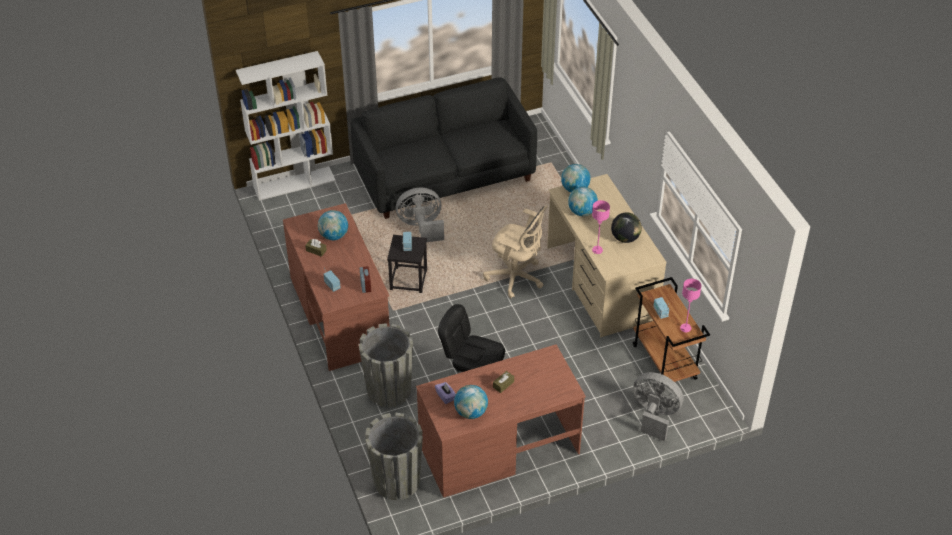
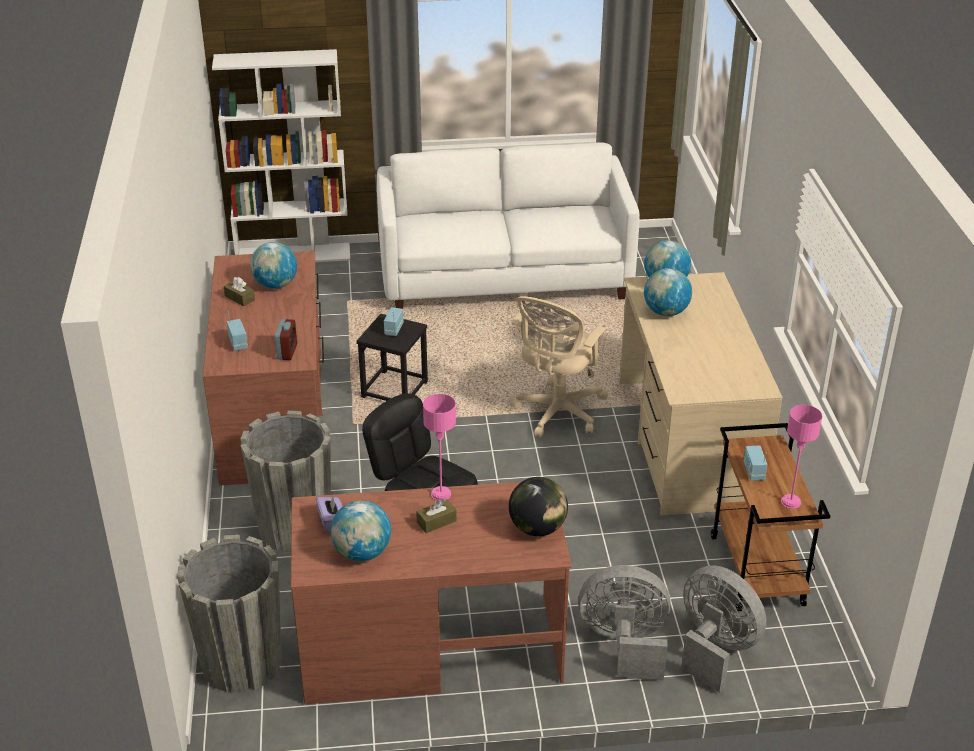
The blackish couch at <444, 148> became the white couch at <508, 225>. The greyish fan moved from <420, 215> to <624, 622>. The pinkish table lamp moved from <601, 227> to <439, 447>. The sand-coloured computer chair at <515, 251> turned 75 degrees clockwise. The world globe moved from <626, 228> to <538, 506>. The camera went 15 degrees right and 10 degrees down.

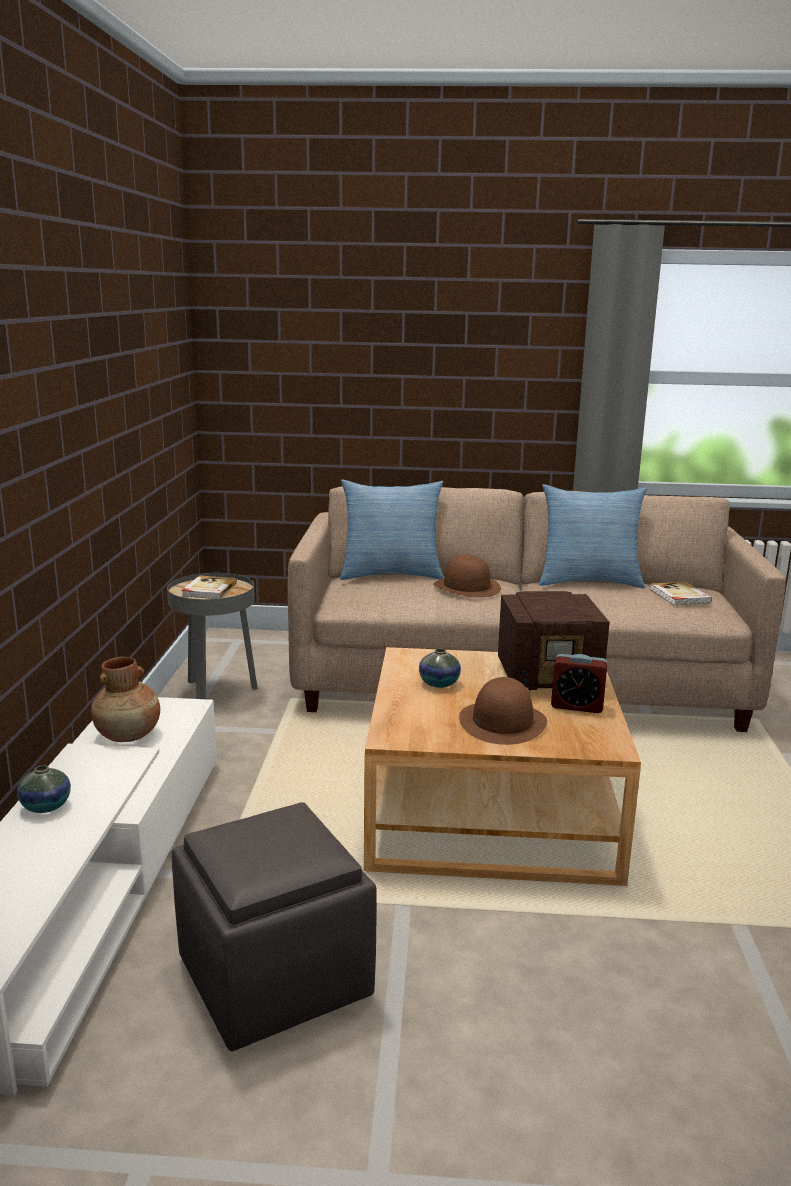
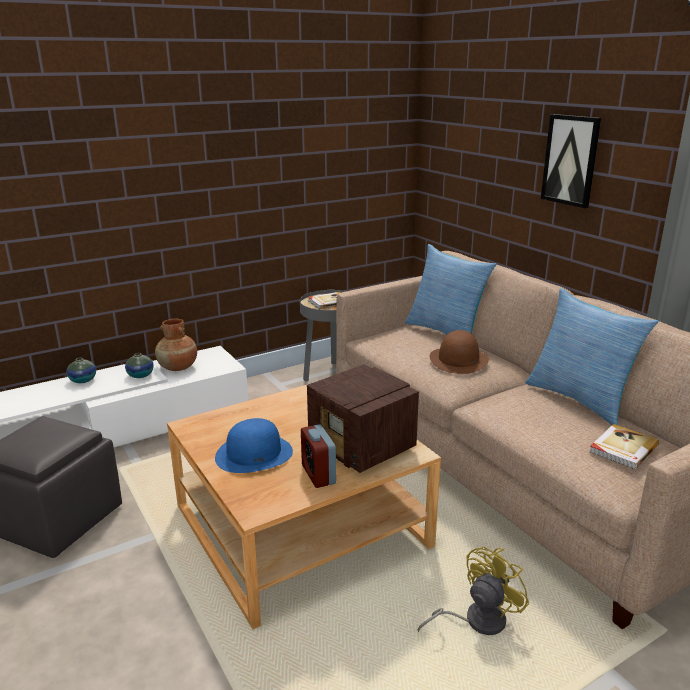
The vase moved from <440, 668> to <139, 365>. The brown wearable hat at <503, 711> became the blue-coloured wearable hat at <254, 445>. The wall picture at <571, 161> appeared. The yellow fan at <473, 591> appeared. The camera went 55 degrees right and 5 degrees up.

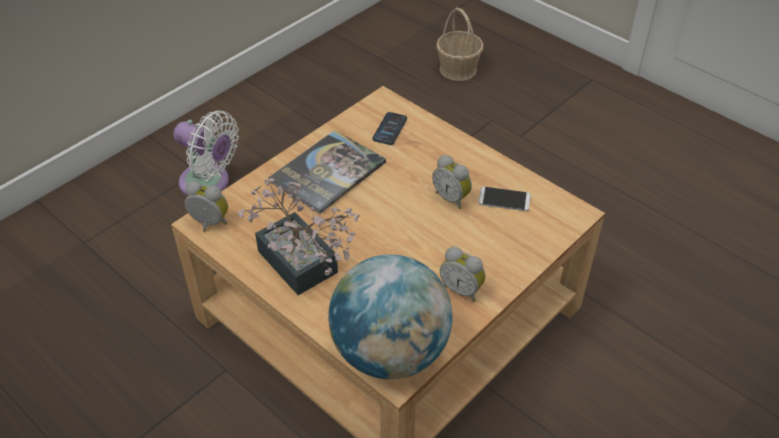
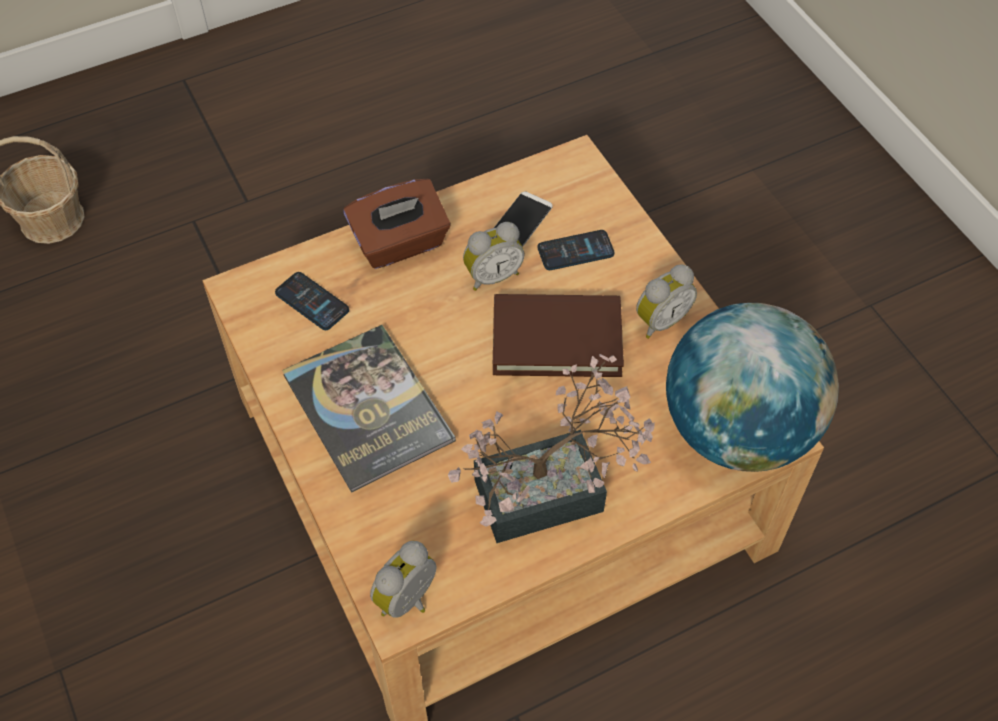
The white fan at <206, 153> disappeared. The brown tissue box at <397, 224> appeared. The phone at <576, 250> appeared. The brown bound book at <558, 335> appeared. The camera went 70 degrees left and 10 degrees up.

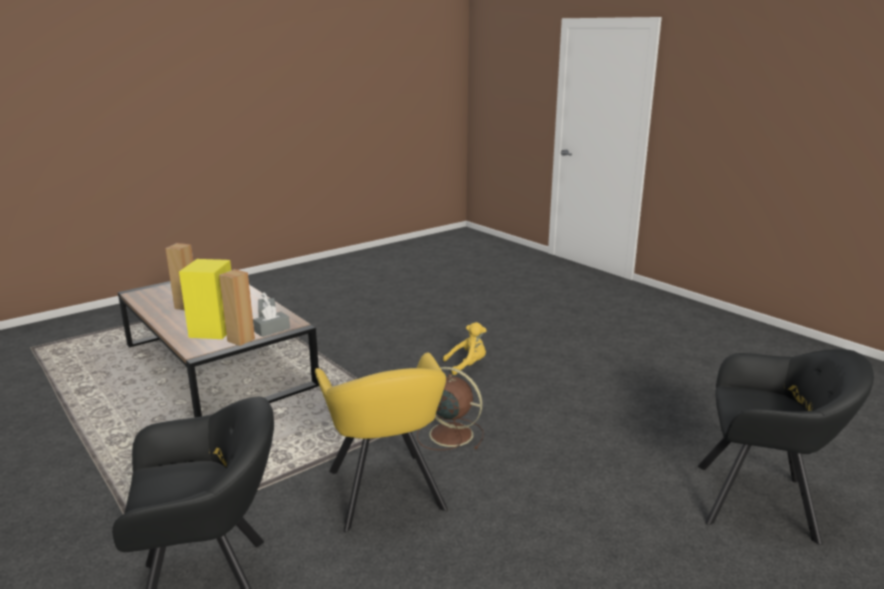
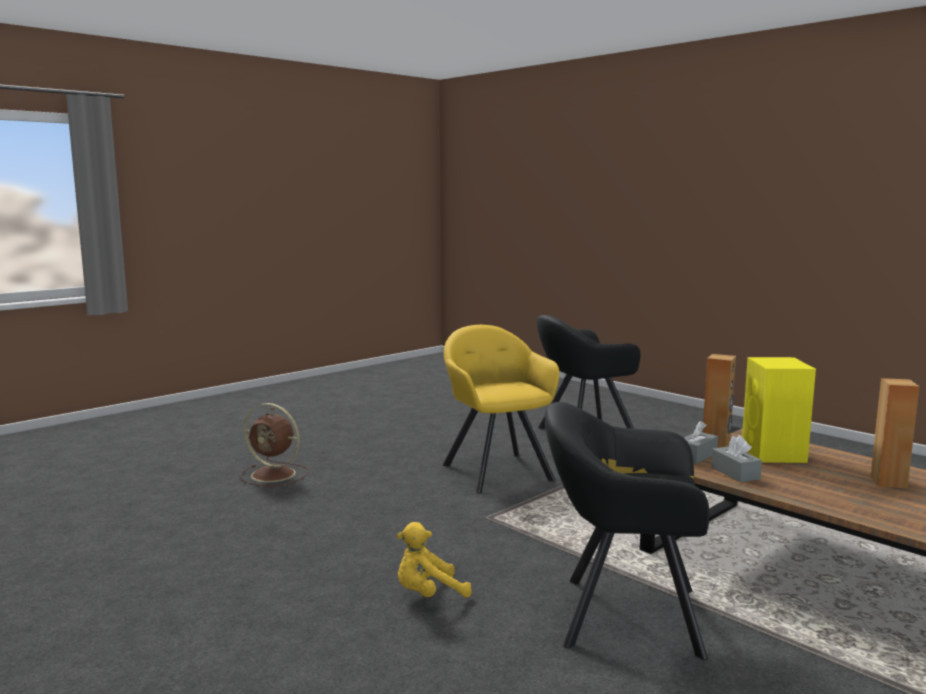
The blackish armchair moved from <786, 447> to <627, 531>. The brown fan moved from <450, 408> to <274, 445>. The camera went 175 degrees right and 10 degrees down.

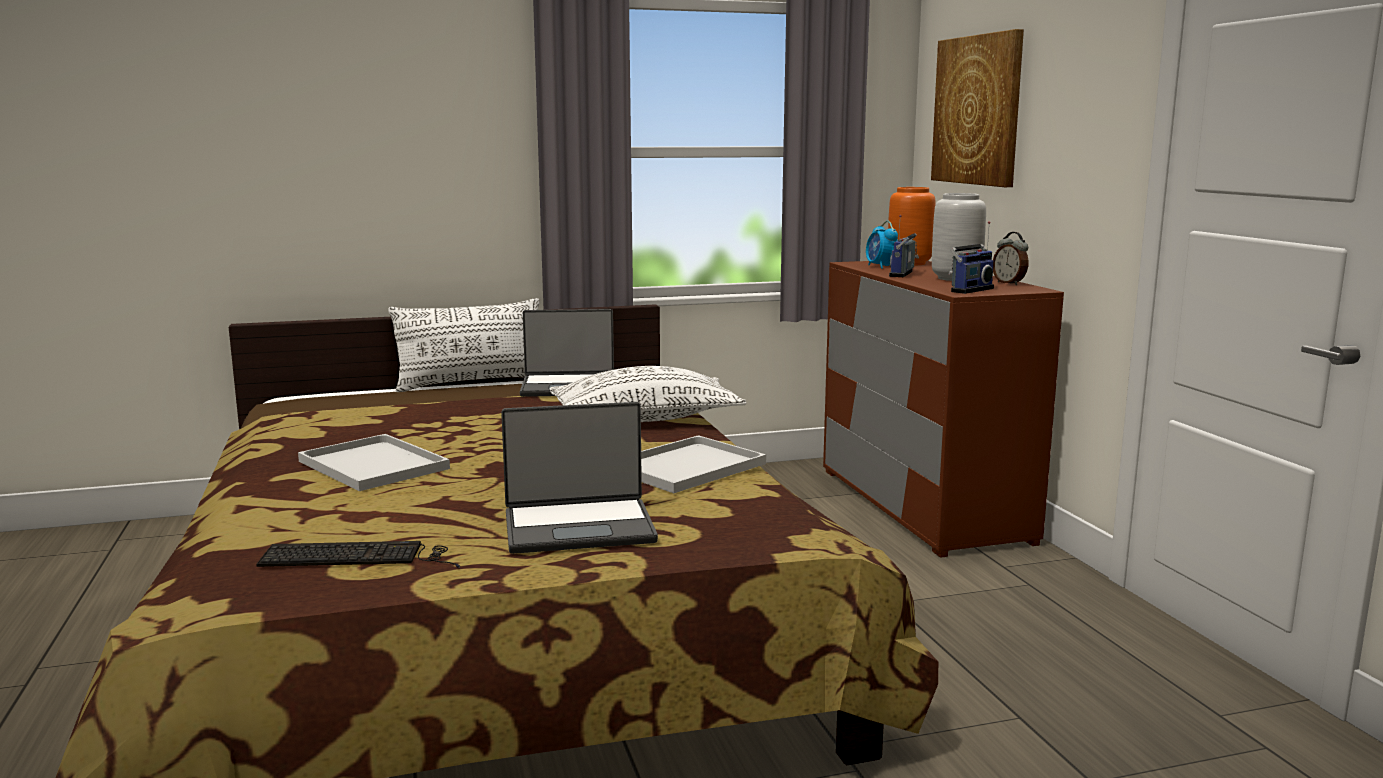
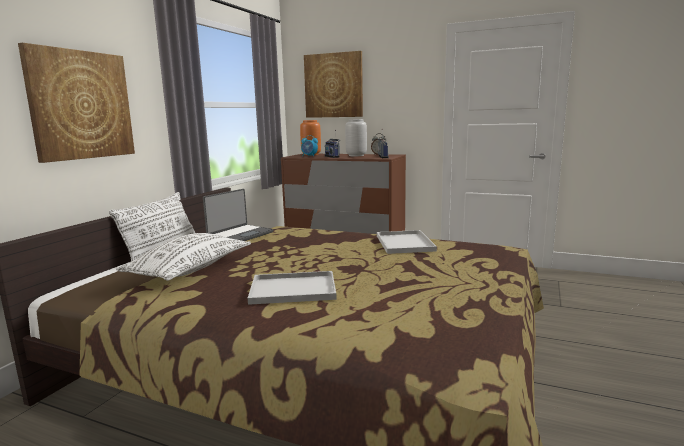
The white cushion moved from <648, 394> to <183, 257>. The laptop at <579, 478> disappeared. The computer keyboard at <358, 554> disappeared. The wall picture at <76, 103> appeared. The camera went 50 degrees left and 0 degrees up.

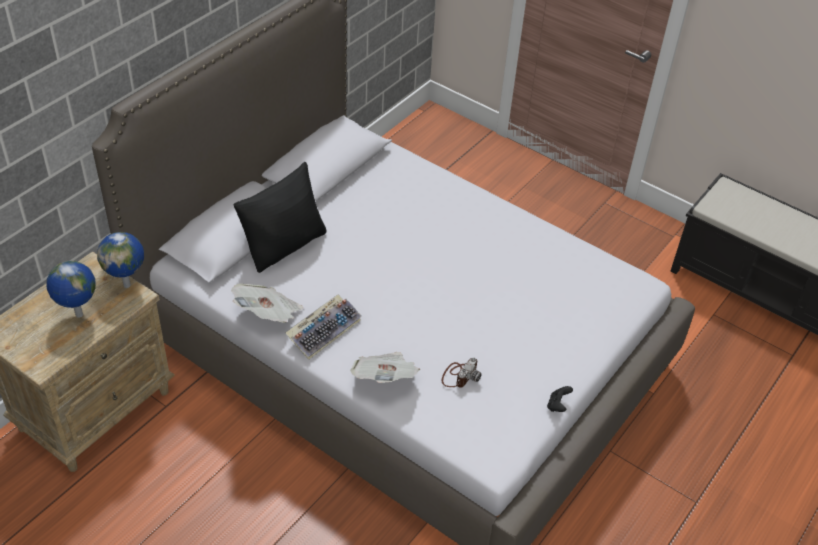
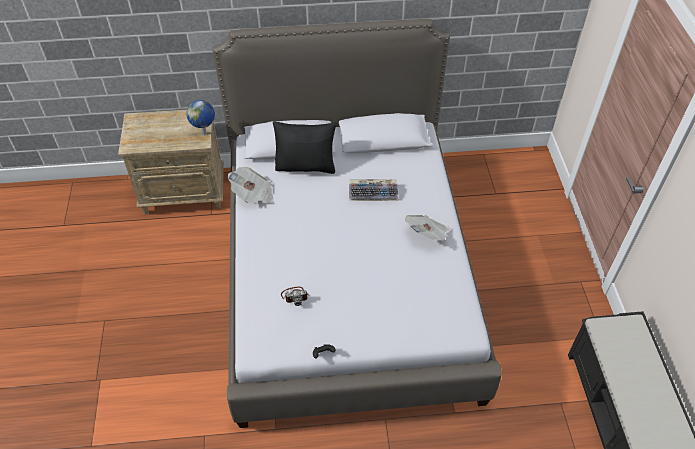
The world globe at <71, 289> disappeared. The computer keyboard moved from <323, 327> to <373, 190>. The daily paper moved from <385, 367> to <427, 228>. The camera went 50 degrees right and 5 degrees up.

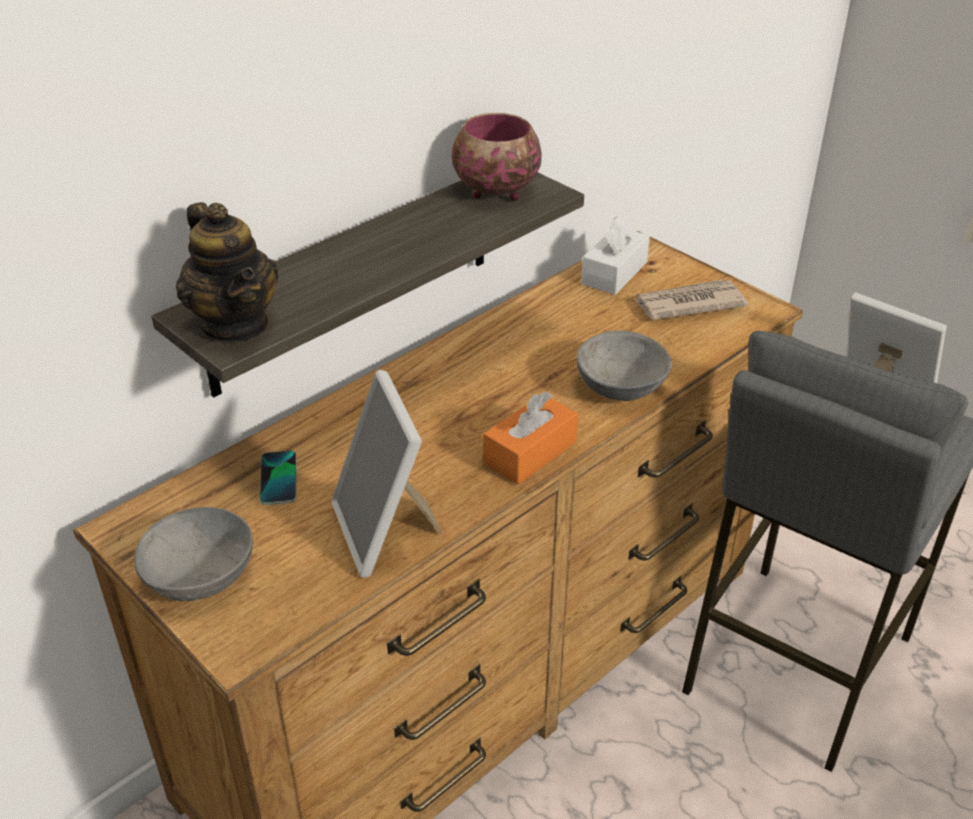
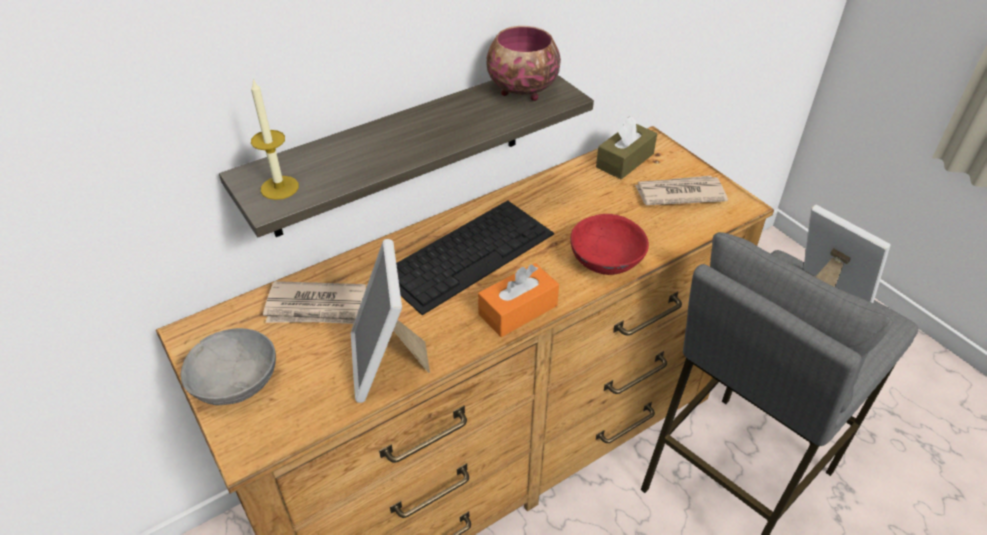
The tea pot at <227, 271> was replaced by the candle at <275, 139>. The white tissue box at <615, 256> became the brown tissue box at <626, 147>. The greyish serving bowl at <624, 365> became the red serving bowl at <609, 244>. The phone at <278, 478> was replaced by the daily paper at <314, 302>. The computer keyboard at <475, 258> appeared. The camera went 10 degrees right and 5 degrees up.

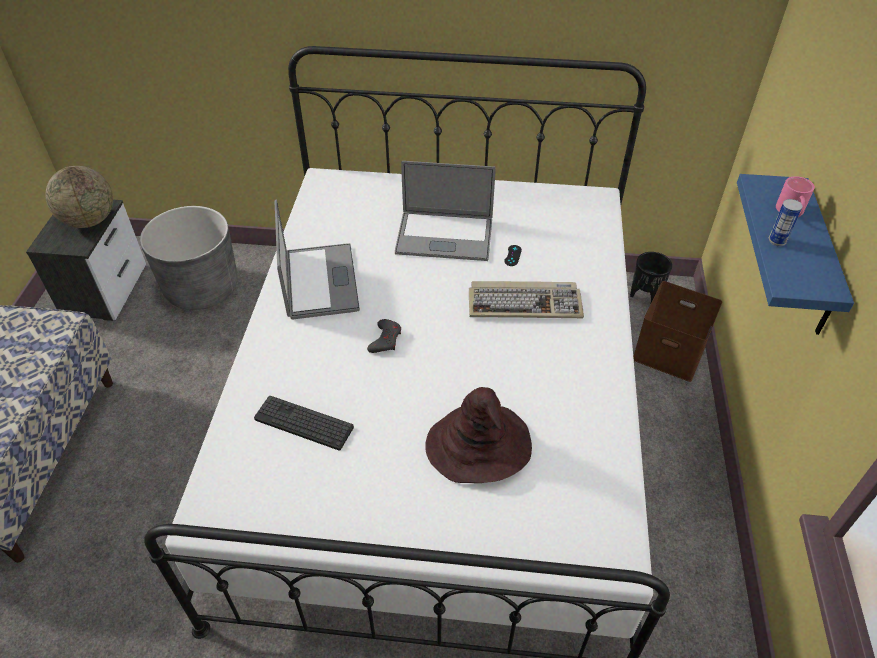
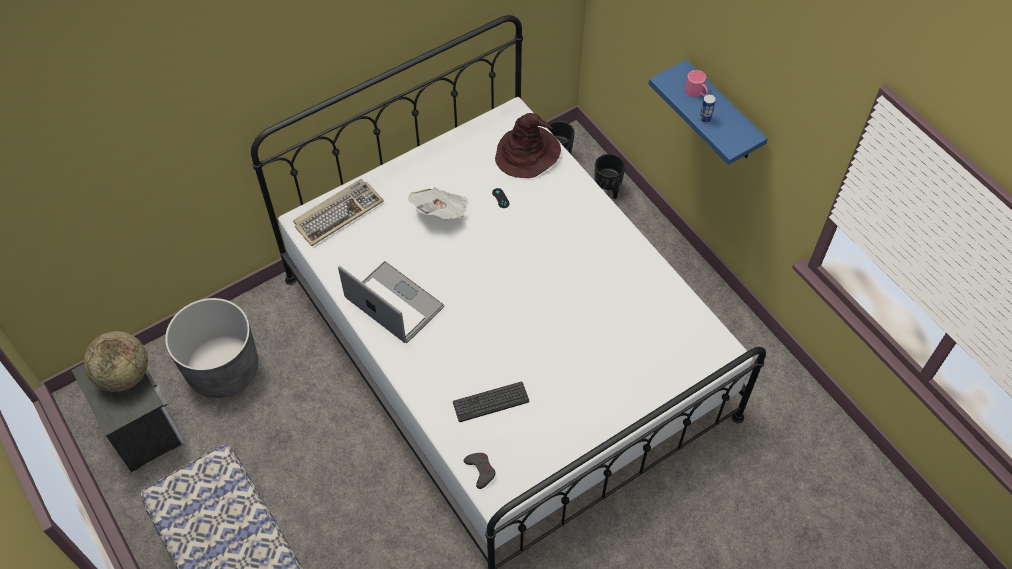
The laptop at <445, 211> was replaced by the daily paper at <438, 203>. The computer keyboard moved from <526, 299> to <338, 212>. The brown storage box at <677, 331> was replaced by the blackish flower pot at <609, 176>. The greyish gamepad moved from <384, 336> to <480, 471>. The brown wearable hat moved from <478, 435> to <528, 145>. The camera went 40 degrees left and 10 degrees up.

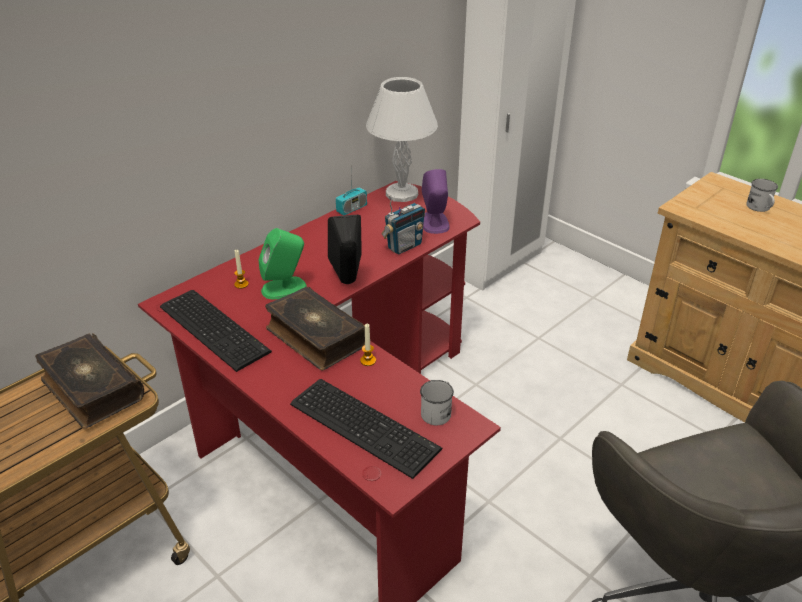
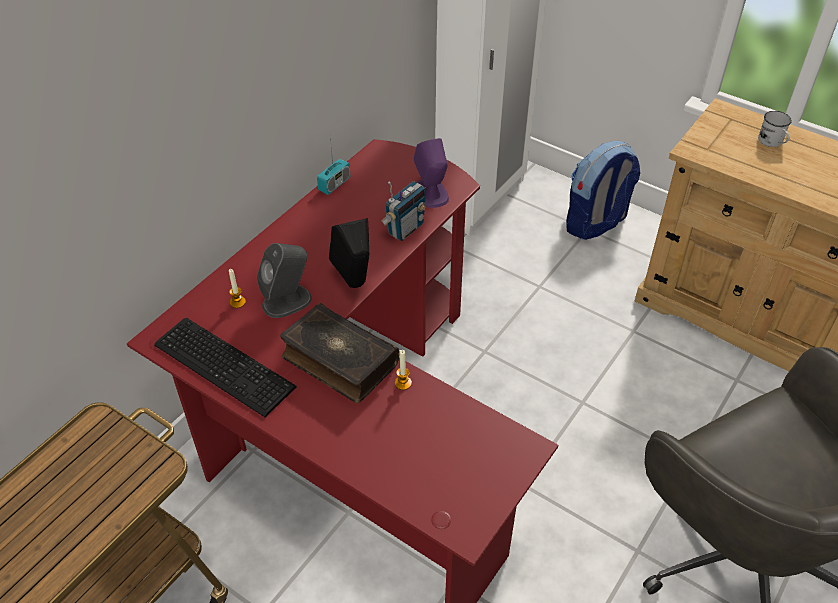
The white table lamp at <402, 139> disappeared. The green speaker at <283, 263> became the greyish speaker at <284, 280>. The bound book at <89, 381> disappeared. The computer keyboard at <366, 429> disappeared. The white tea mug at <437, 402> disappeared. The knapsack at <603, 190> appeared. The camera went 10 degrees left and 10 degrees up.

